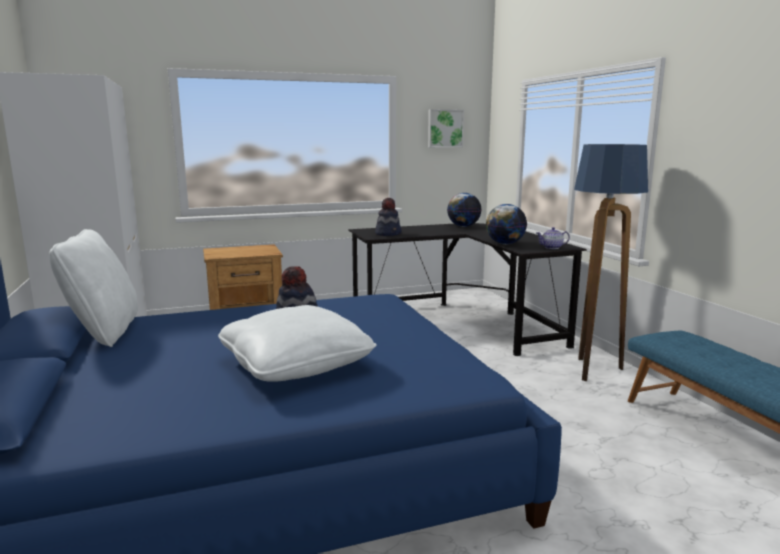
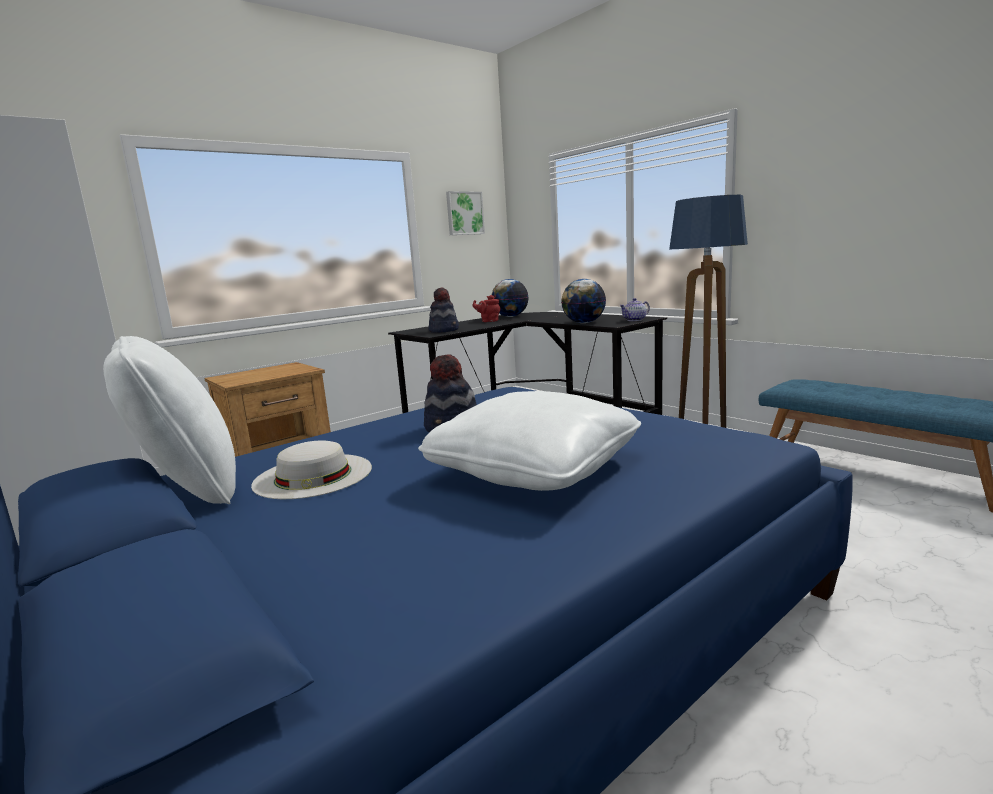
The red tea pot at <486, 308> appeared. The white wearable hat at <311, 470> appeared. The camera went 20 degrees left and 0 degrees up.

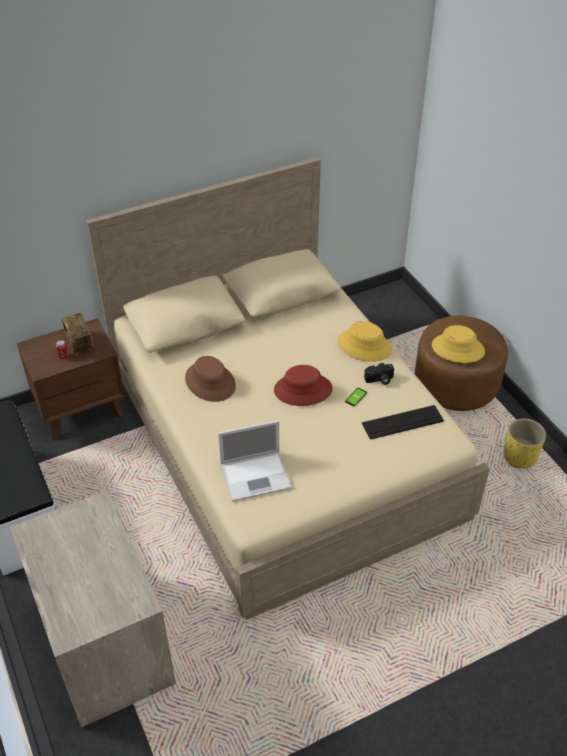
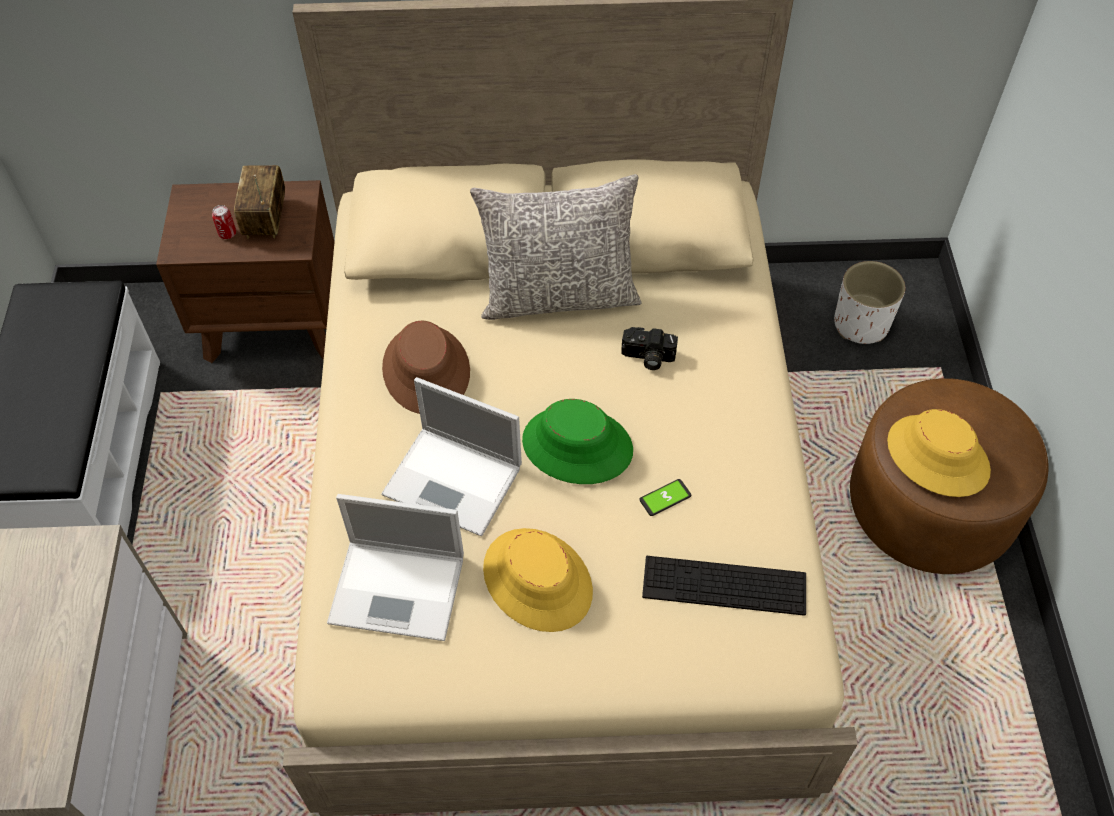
The yellow wearable hat moved from <365, 341> to <538, 580>. The still camera moved from <379, 374> to <649, 348>. The red wearable hat at <303, 385> became the green wearable hat at <577, 441>. The yellow flower pot at <525, 444> disappeared. The greyish cushion at <555, 247> appeared. The white flower pot at <869, 302> appeared. The laptop at <451, 456> appeared. The camera went 25 degrees right and 10 degrees up.

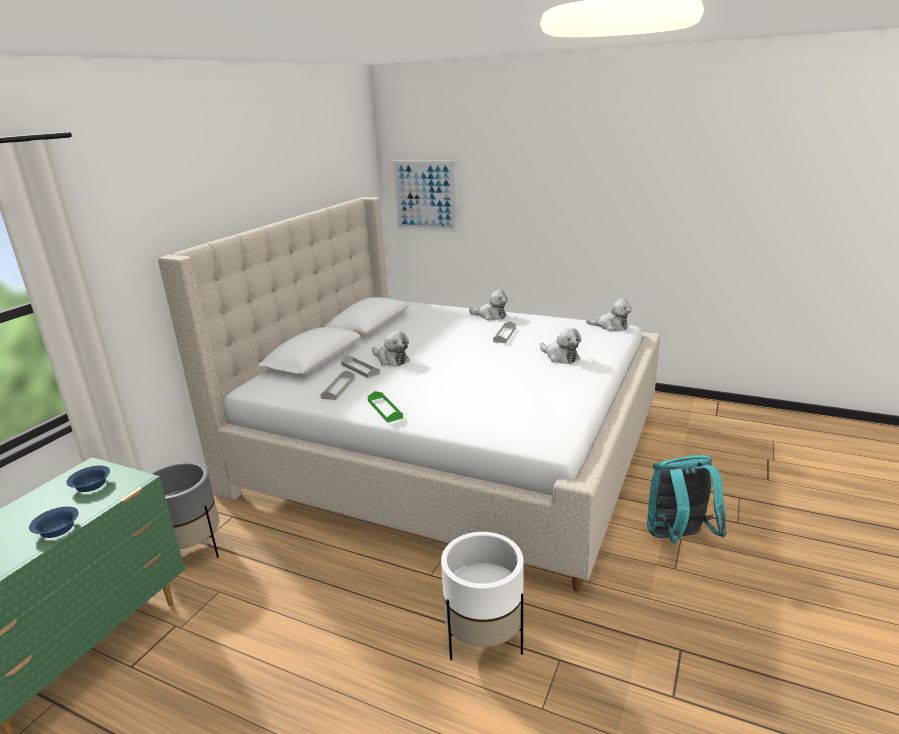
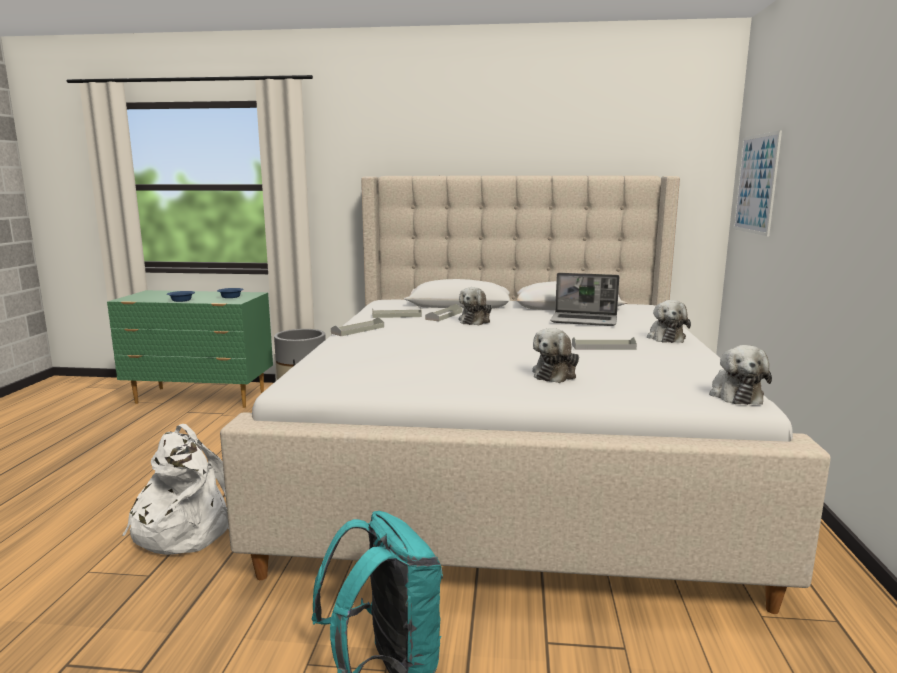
The green carrying tray at <385, 407> became the greyish carrying tray at <357, 326>. The white flower pot at <482, 596> was replaced by the white knapsack at <175, 489>. The laptop at <584, 299> appeared. The camera went 70 degrees right and 10 degrees down.

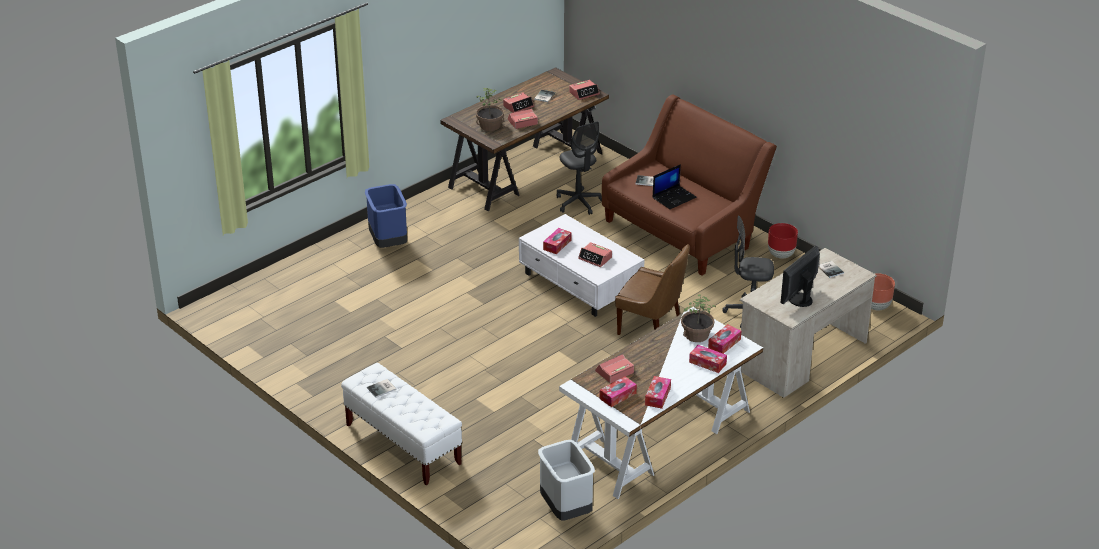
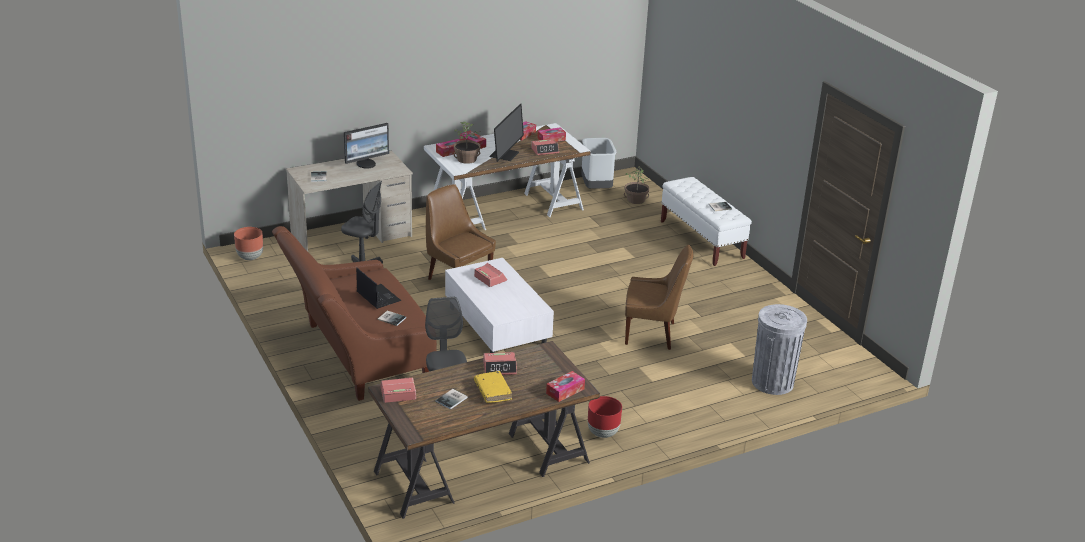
The potted plant moved from <490, 109> to <637, 186>. The table clock at <518, 102> was replaced by the yellow bound book at <493, 387>. The laptop at <674, 186> turned 75 degrees clockwise. The blue-coloured trash can at <386, 216> disappeared. The red flower pot moved from <783, 241> to <605, 417>. The tissue box moved from <557, 241> to <565, 386>. The monitor at <507, 132> appeared. The brown chair at <659, 297> appeared. The greyish trash can at <779, 349> appeared. The camera went 165 degrees left and 5 degrees down.

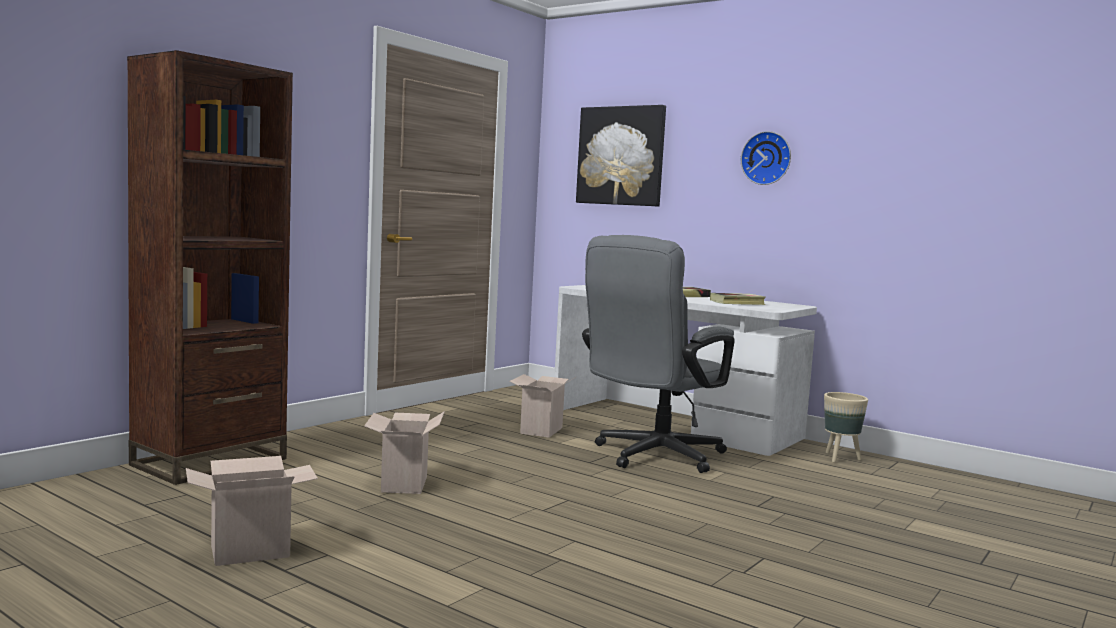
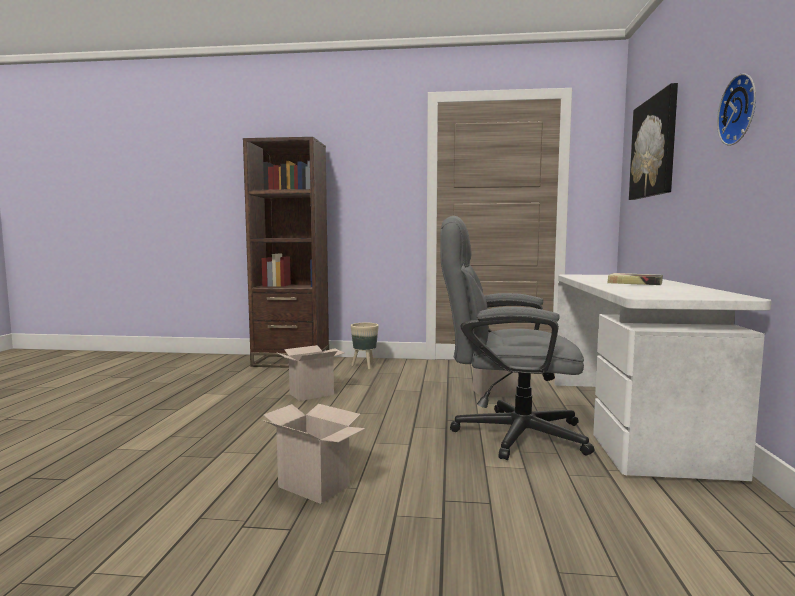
The bound book at <738, 299> disappeared. The sand-coloured flower pot moved from <846, 427> to <365, 346>. The packing box moved from <252, 511> to <314, 454>. The camera went 60 degrees right and 0 degrees up.

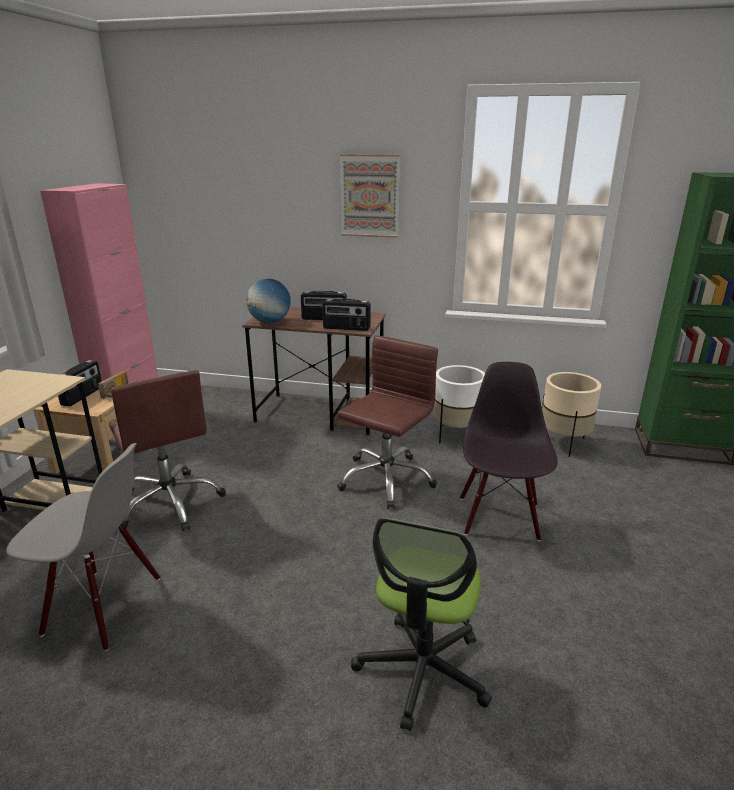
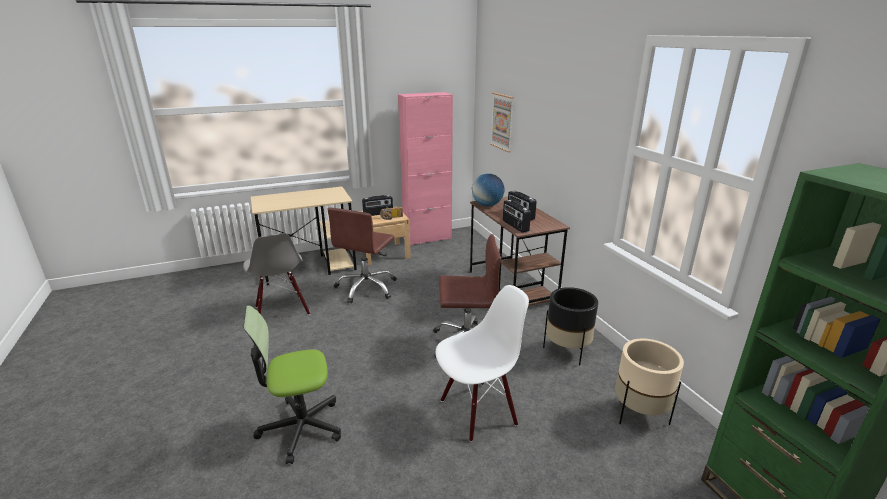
The wall picture moved from <370, 196> to <502, 123>. The blackish chair at <509, 451> became the white chair at <482, 363>. The white flower pot at <459, 404> became the blackish flower pot at <570, 326>. The camera went 55 degrees right and 0 degrees up.

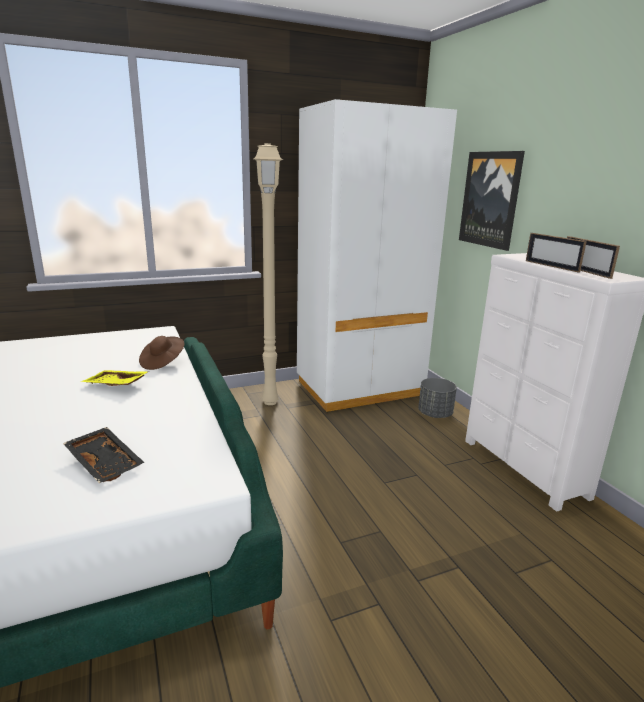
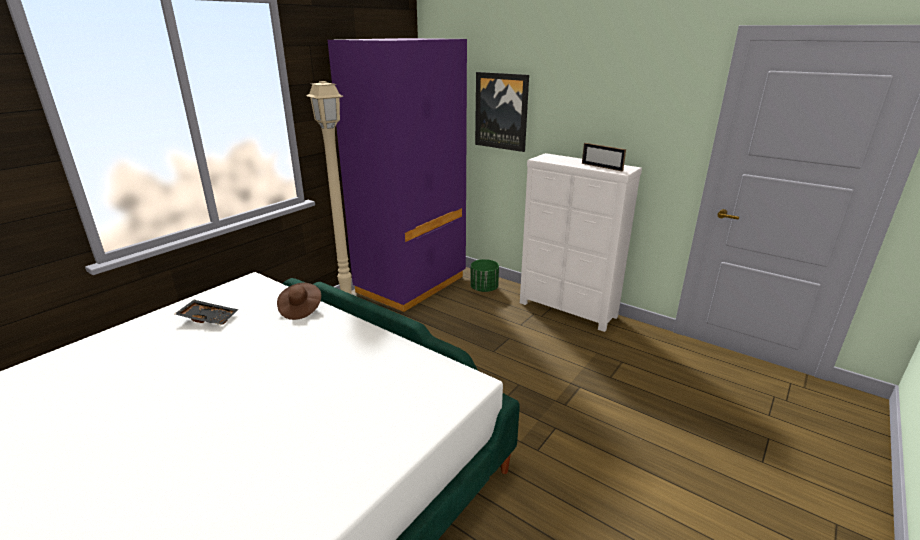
The white wardrobe at <377, 255> became the purple-coloured wardrobe at <397, 175>. The photo frame at <556, 253> disappeared. The yellow carrying tray at <115, 378> disappeared. The greyish flower pot at <437, 398> became the green flower pot at <484, 275>. The blackish carrying tray moved from <103, 455> to <207, 312>. The camera went 30 degrees left and 5 degrees up.

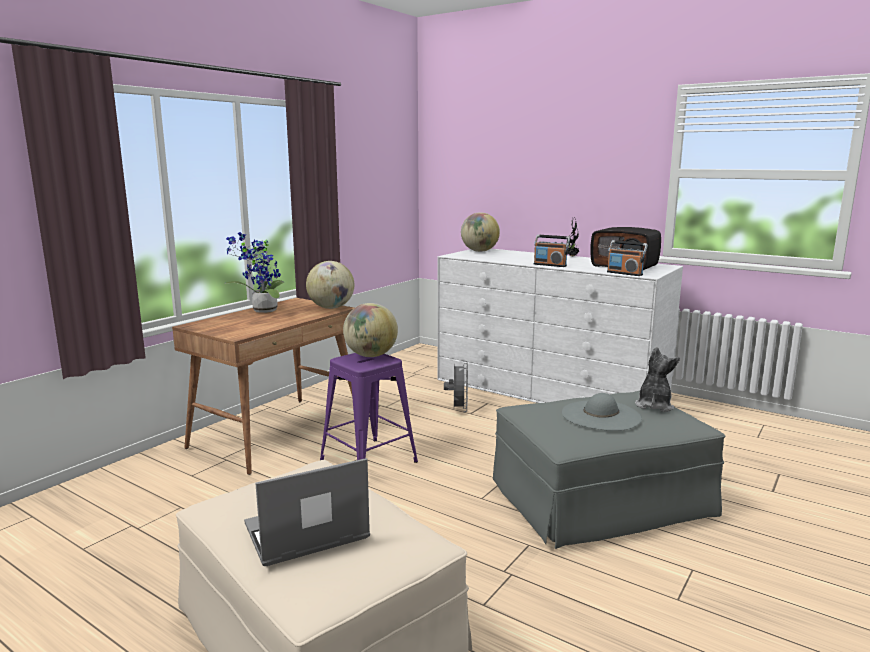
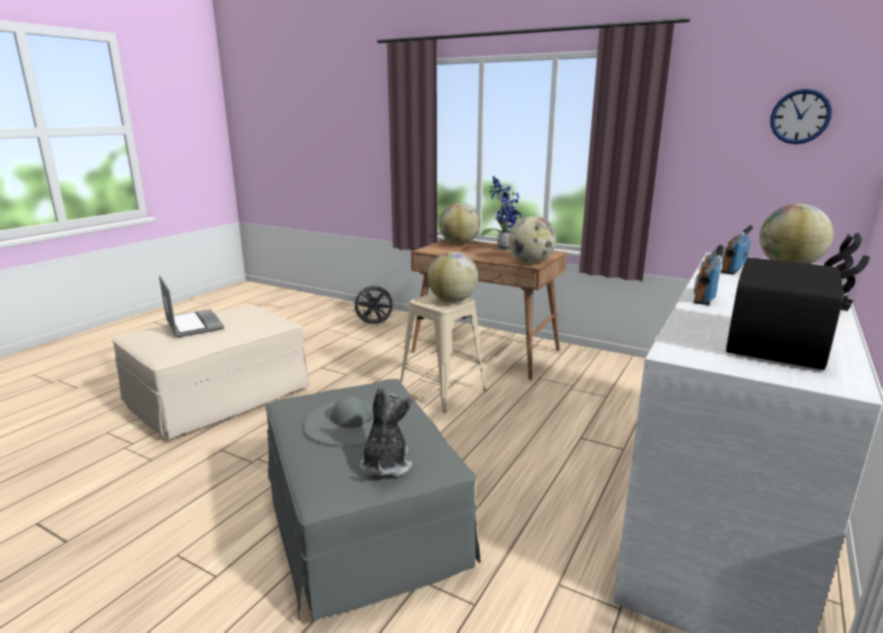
The radio receiver moved from <627, 258> to <737, 250>. The soft toy at <657, 379> turned 105 degrees counterclockwise. The purple-coloured sitting stool at <369, 408> became the sand-coloured sitting stool at <443, 353>. The greyish fan moved from <456, 386> to <373, 306>. The clock on the wall at <801, 116> appeared. The world globe at <459, 223> appeared. The camera went 85 degrees right and 5 degrees up.

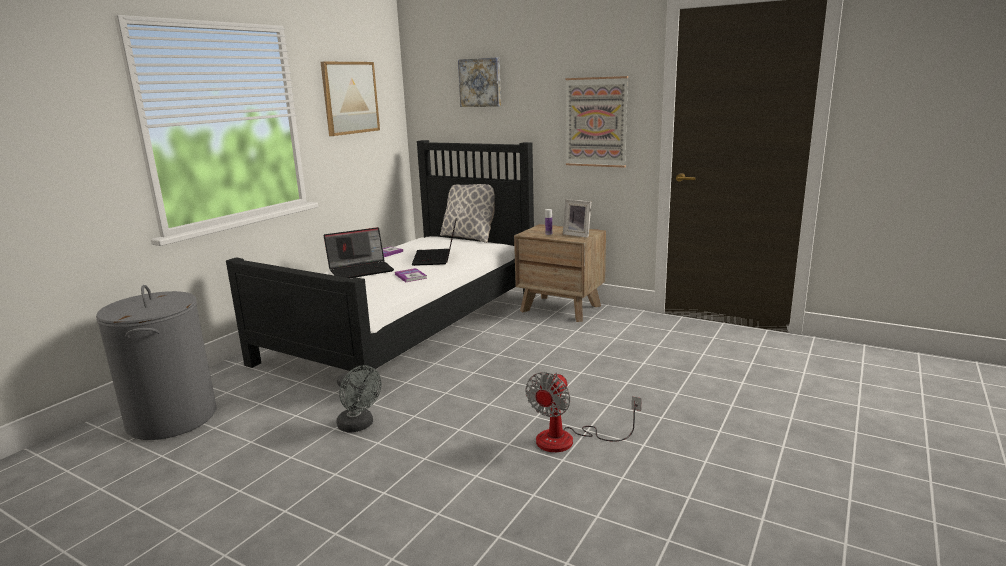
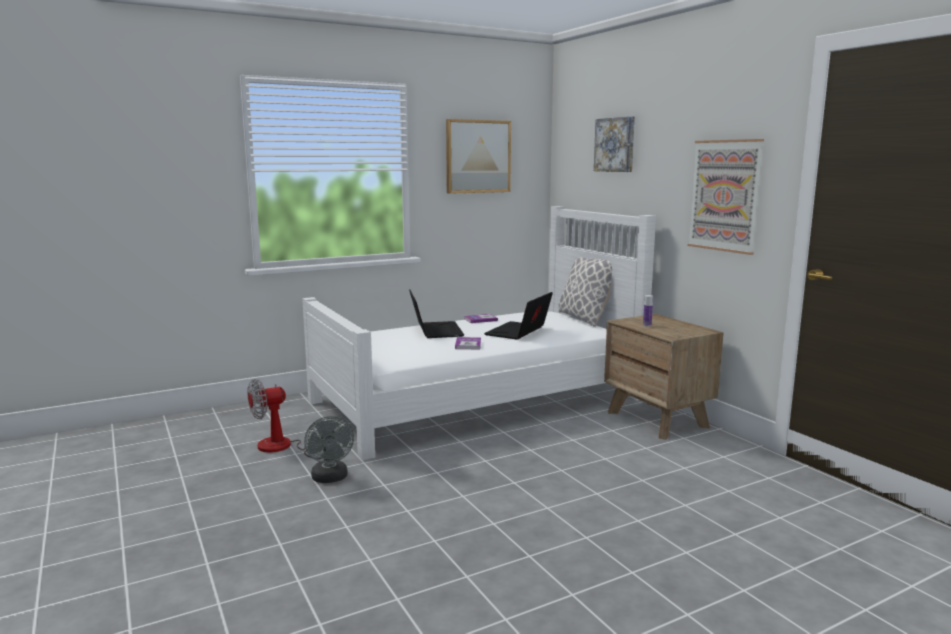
The blackish bed at <380, 270> became the white bed at <479, 333>. The photo frame at <577, 218> disappeared. The laptop at <358, 252> turned 105 degrees counterclockwise. The greyish hamper at <156, 362> disappeared. The fan moved from <583, 412> to <293, 419>. The camera went 30 degrees right and 5 degrees down.

